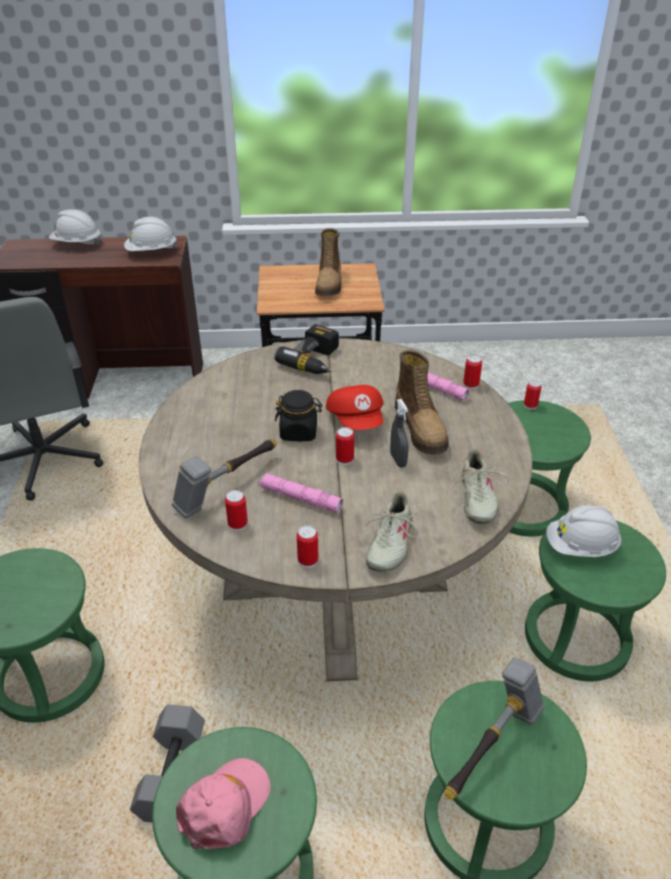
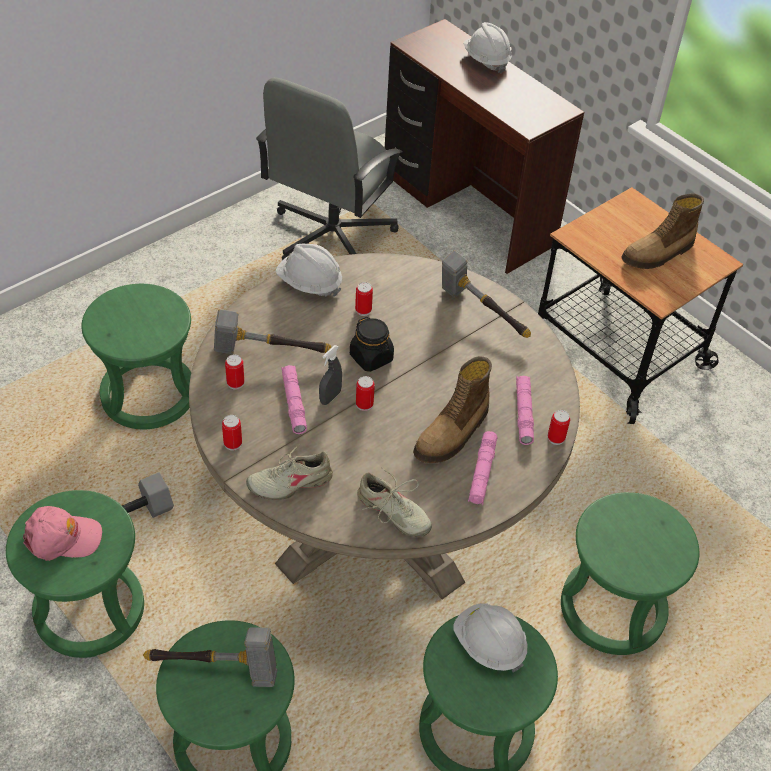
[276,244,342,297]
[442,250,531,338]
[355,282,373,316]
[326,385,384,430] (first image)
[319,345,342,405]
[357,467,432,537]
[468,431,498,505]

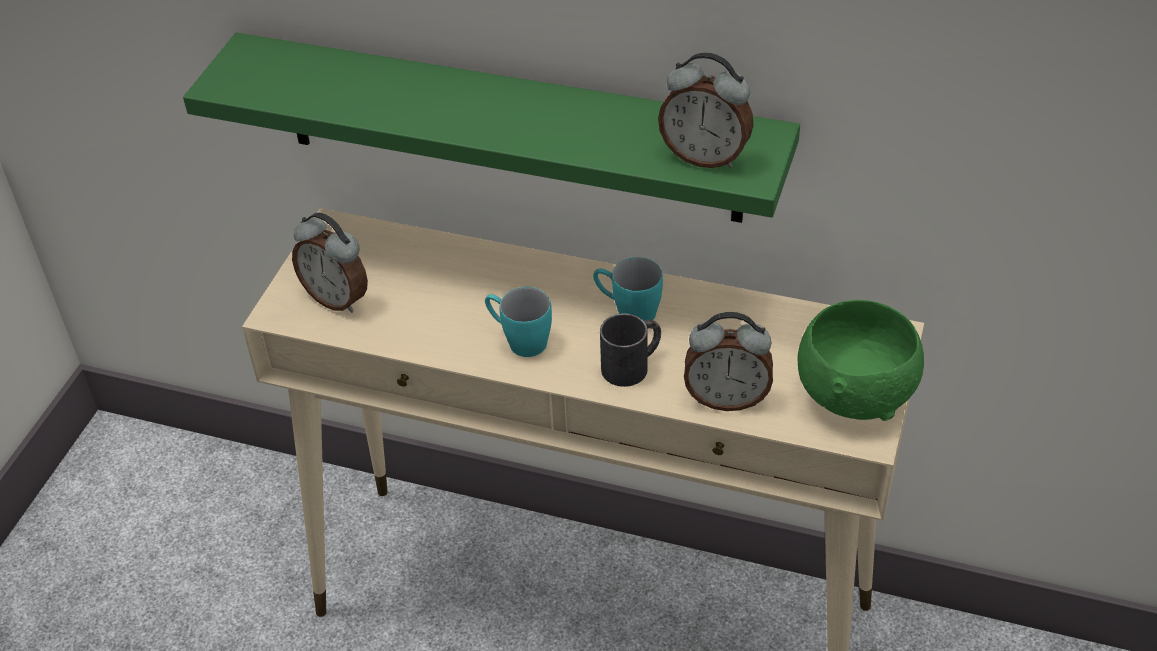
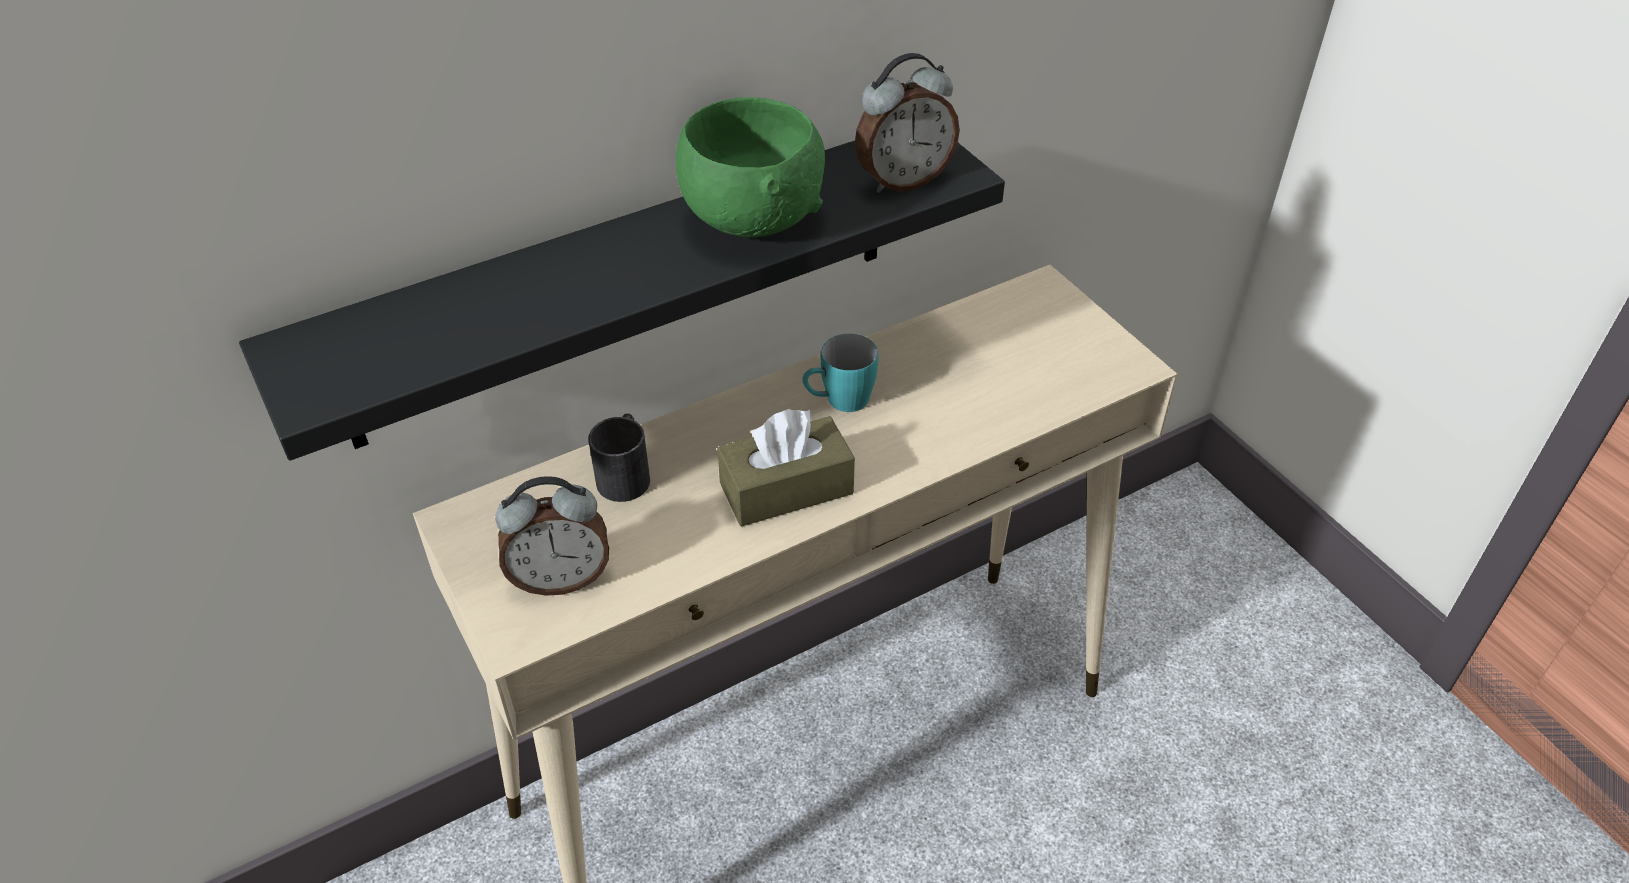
[239,141,1005,461]
[717,409,855,526]
[676,97,825,238]
[684,312,773,411] (first image)
[588,414,650,502]

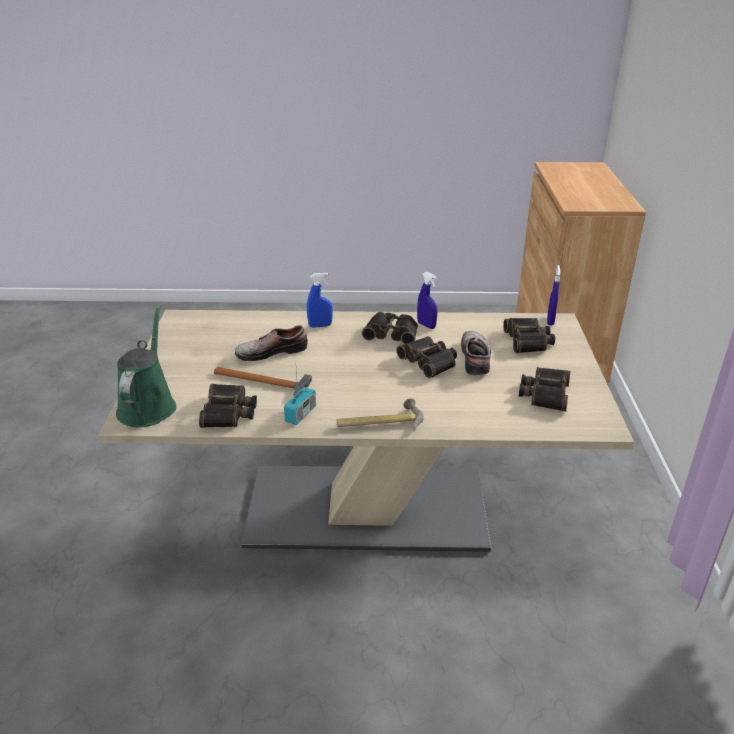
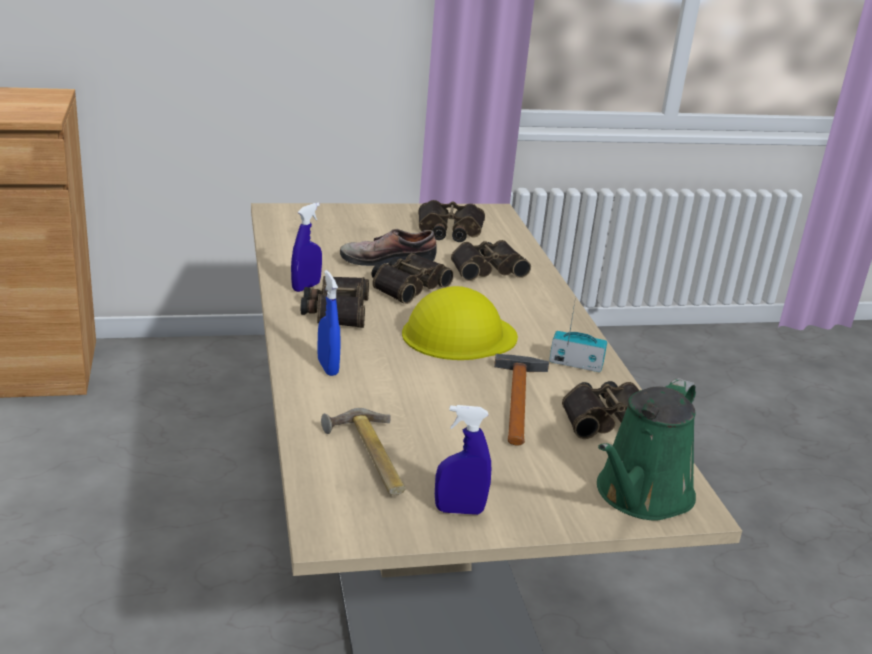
[435,405,491,515]
[597,378,696,521]
[451,240,531,281]
[235,325,308,361] (first image)
[321,408,406,495]
[402,286,518,360]

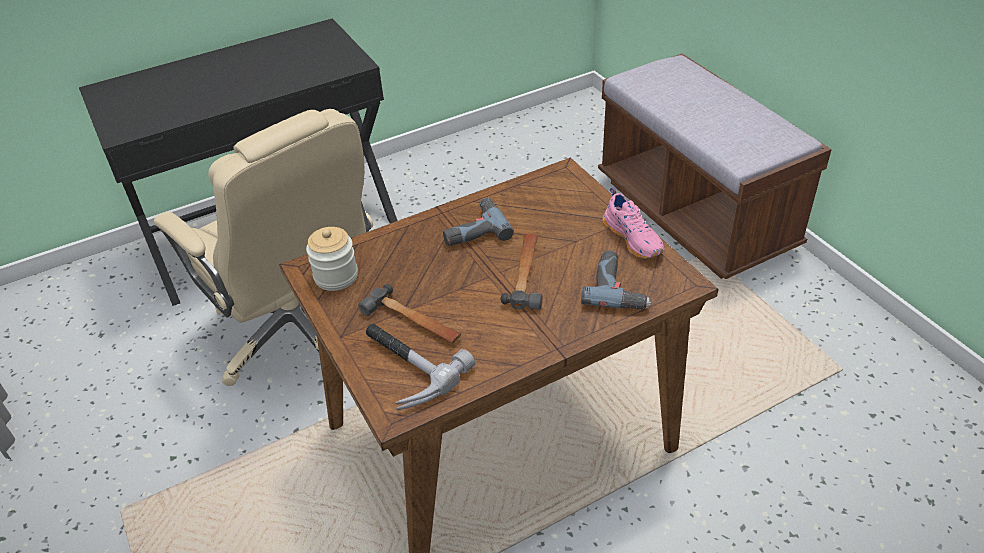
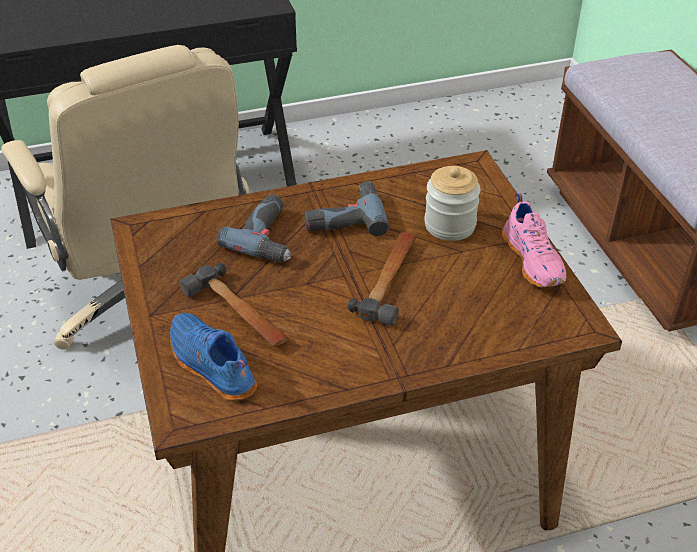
[424,166,481,241]
[217,194,291,263]
[170,313,257,401]

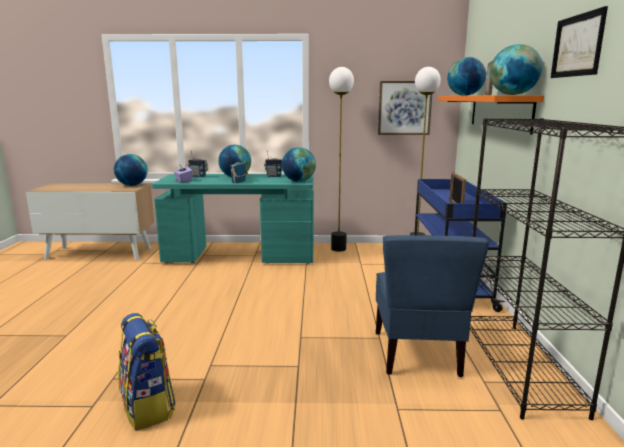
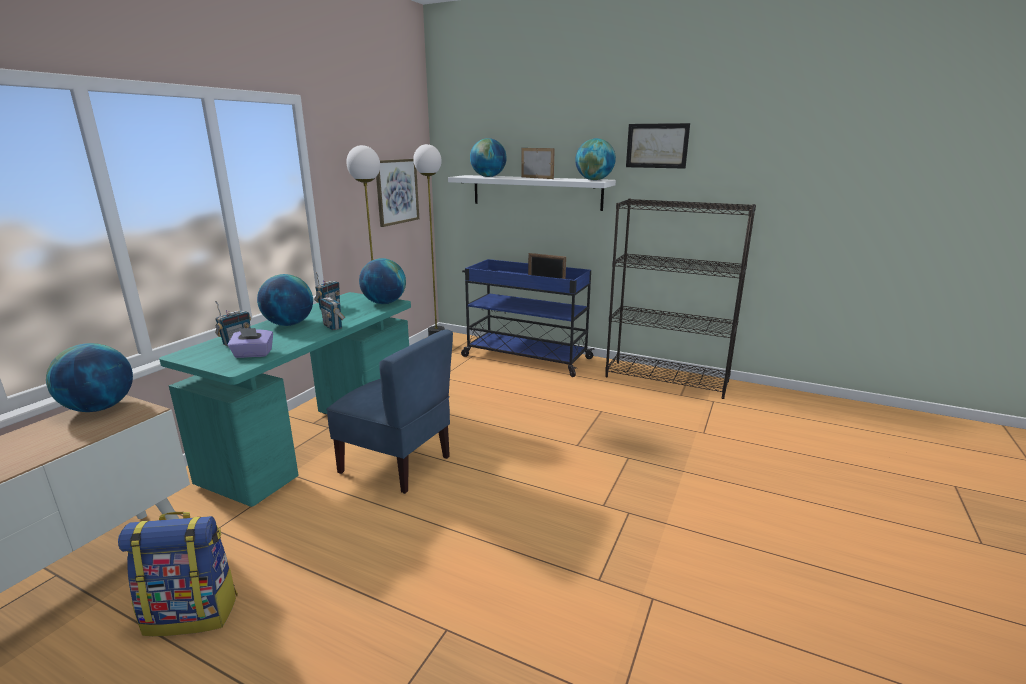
[448,175,616,211]
[326,329,453,494]
[118,512,238,636]

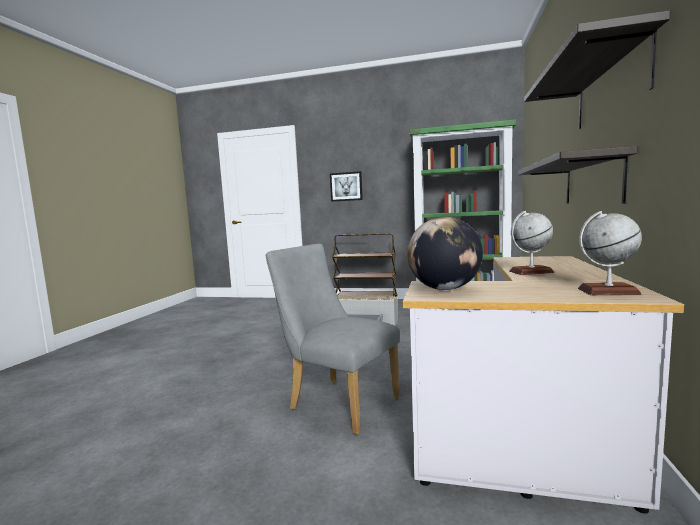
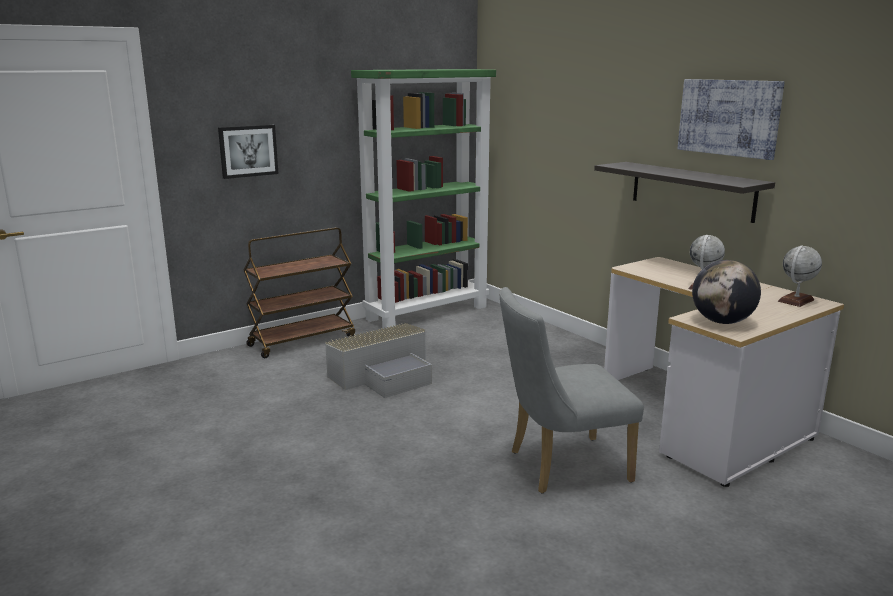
[678,79,785,160]

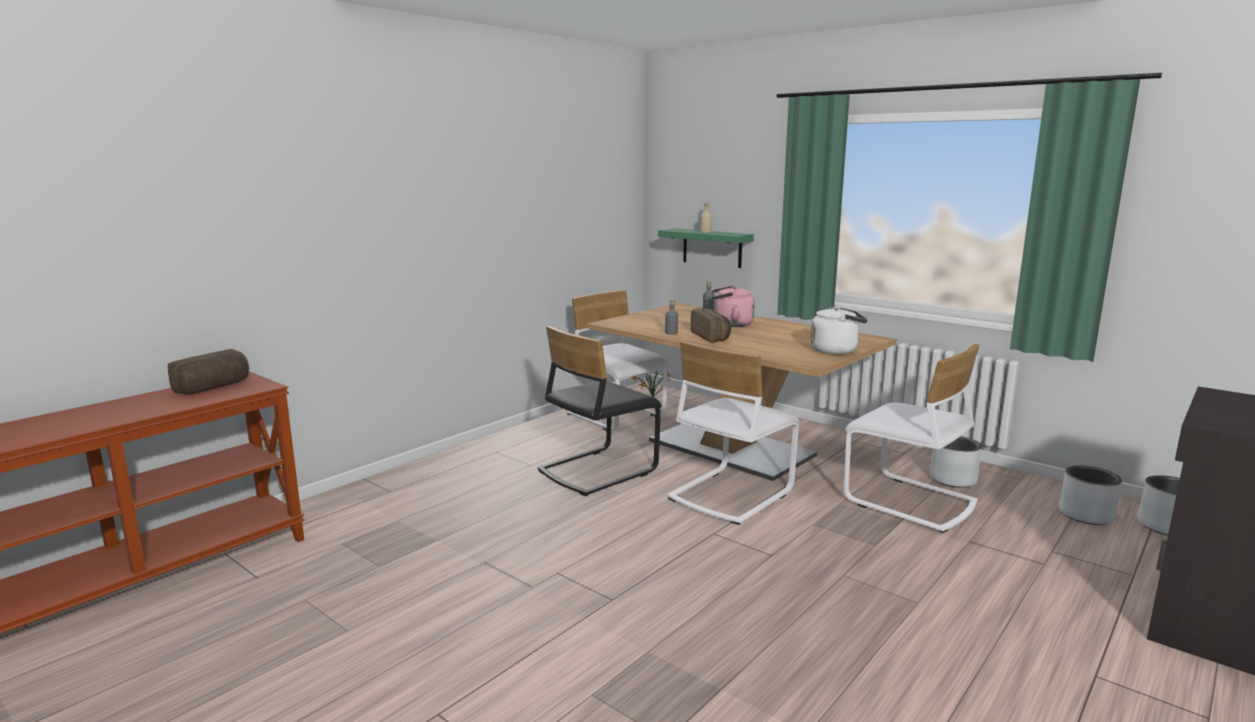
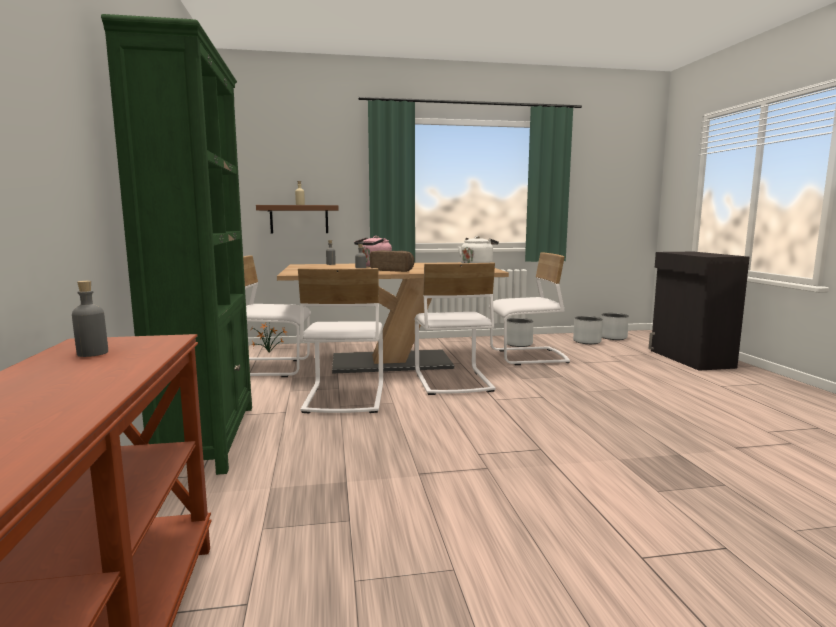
[256,205,339,233]
[298,268,383,413]
[72,281,108,357]
[101,14,252,475]

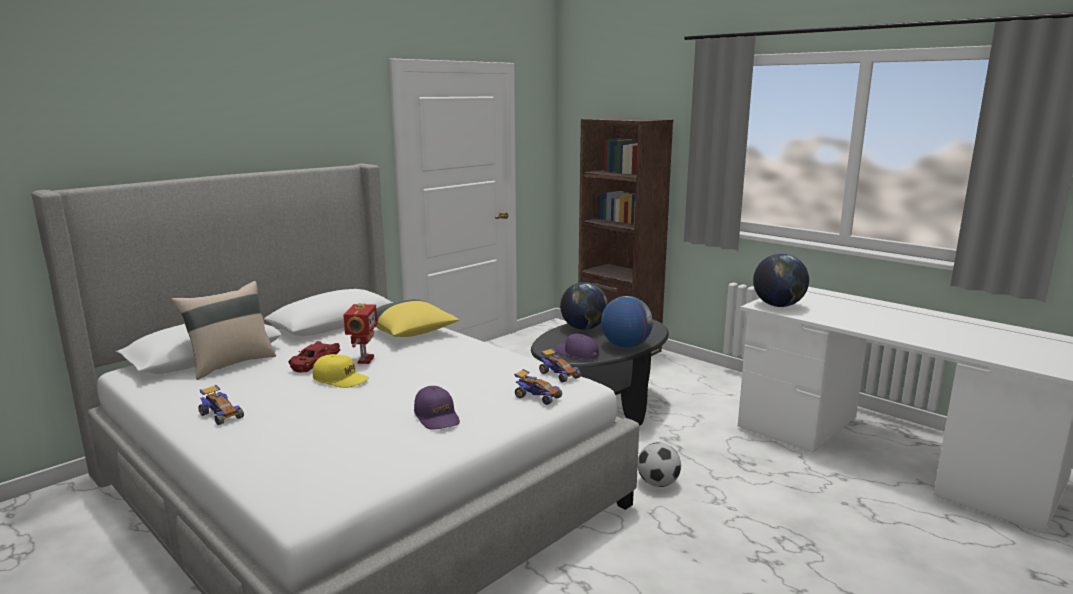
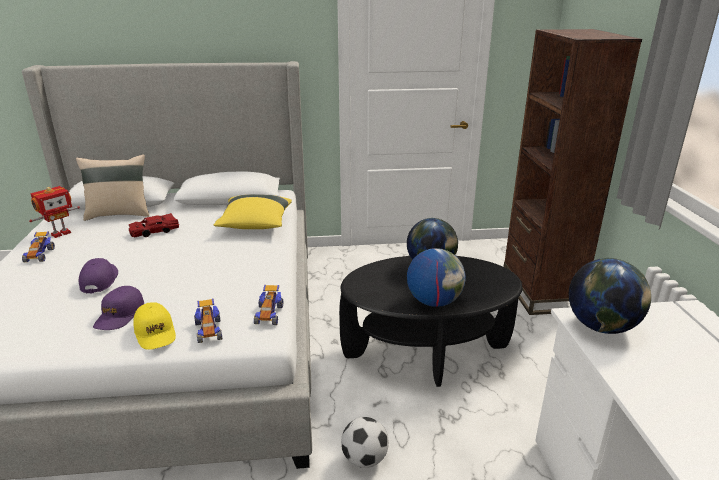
[29,186,80,238]
[79,258,118,294]
[133,302,176,350]

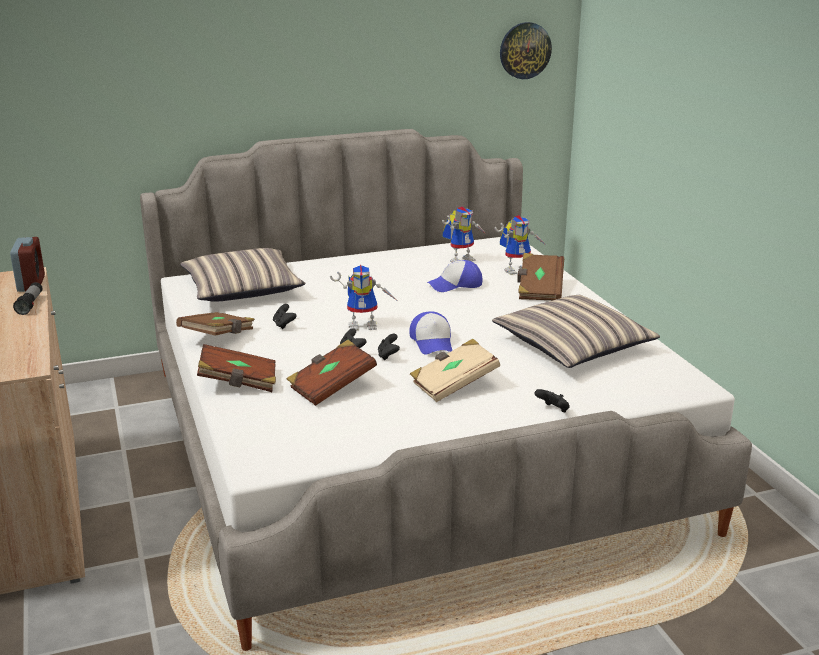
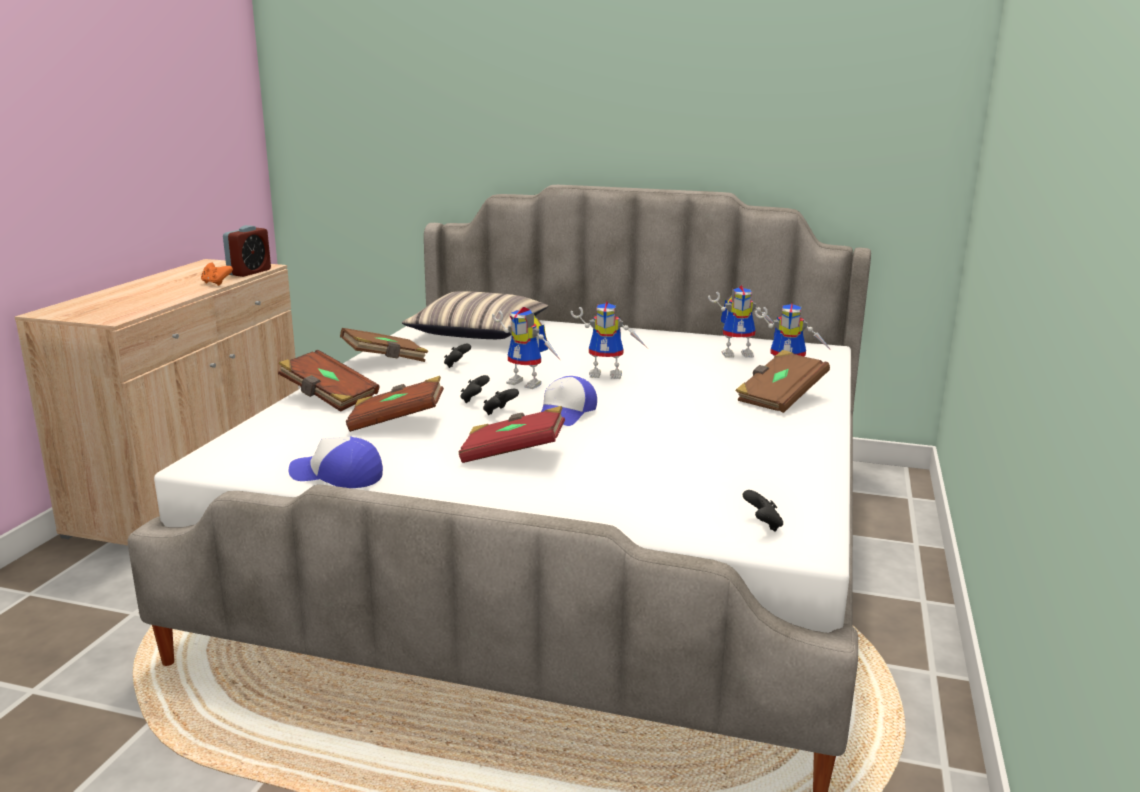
[500,22,552,79] (first image)
[289,436,383,488]
[201,263,233,286]
[492,295,660,368] (first image)
[459,406,565,463]
[743,490,783,532]
[570,301,646,379]

